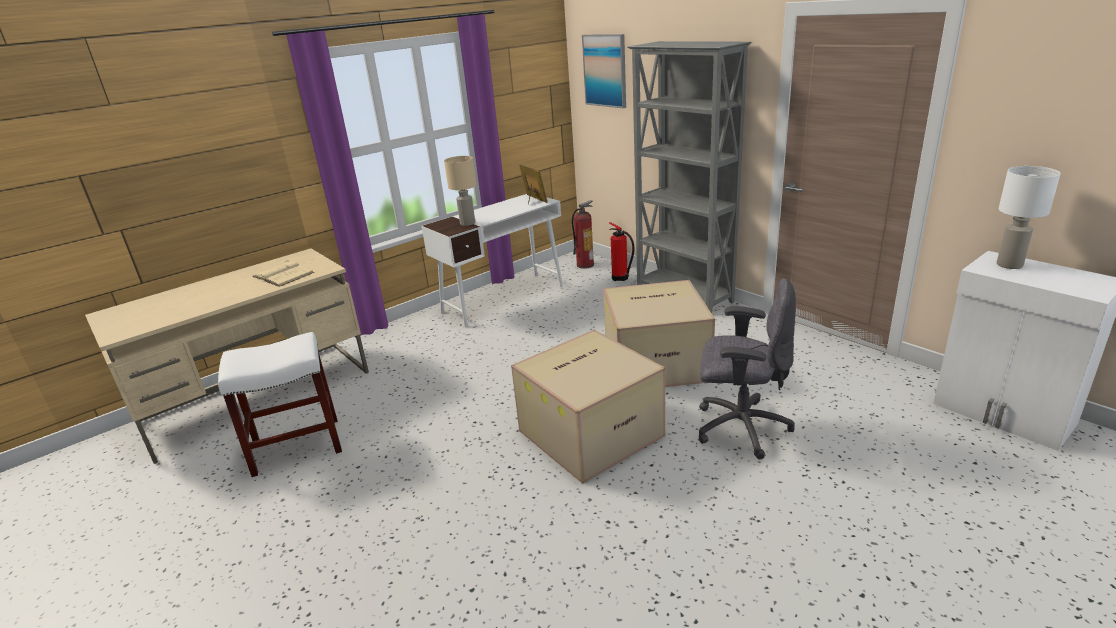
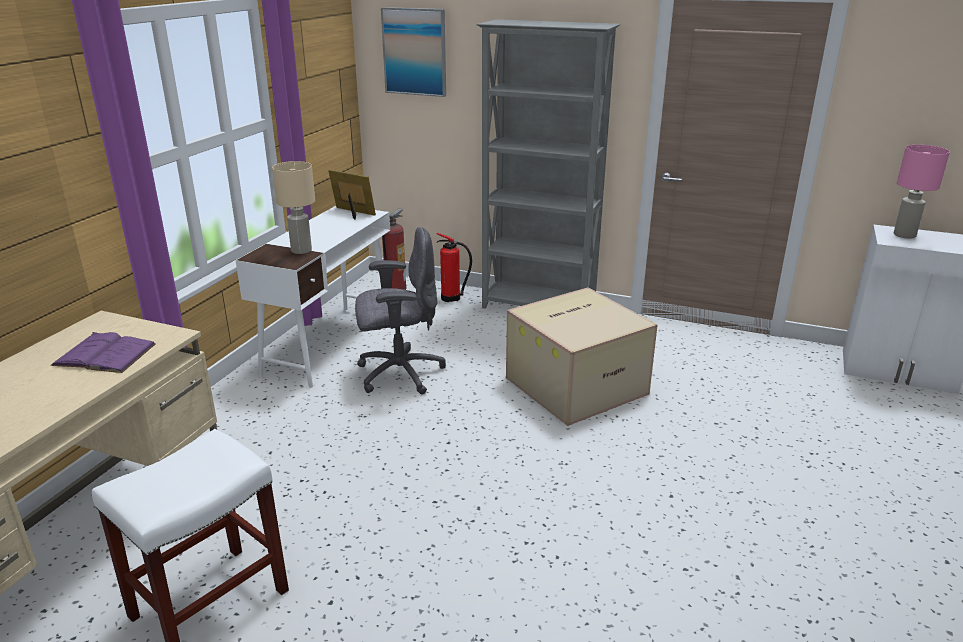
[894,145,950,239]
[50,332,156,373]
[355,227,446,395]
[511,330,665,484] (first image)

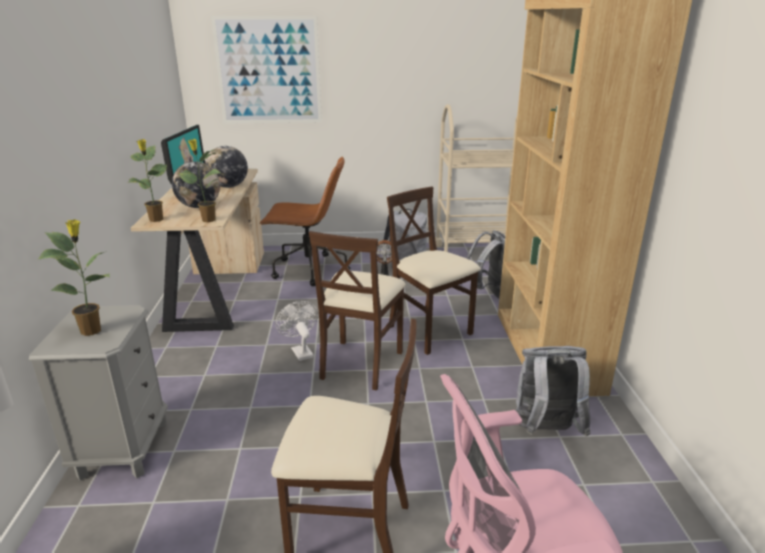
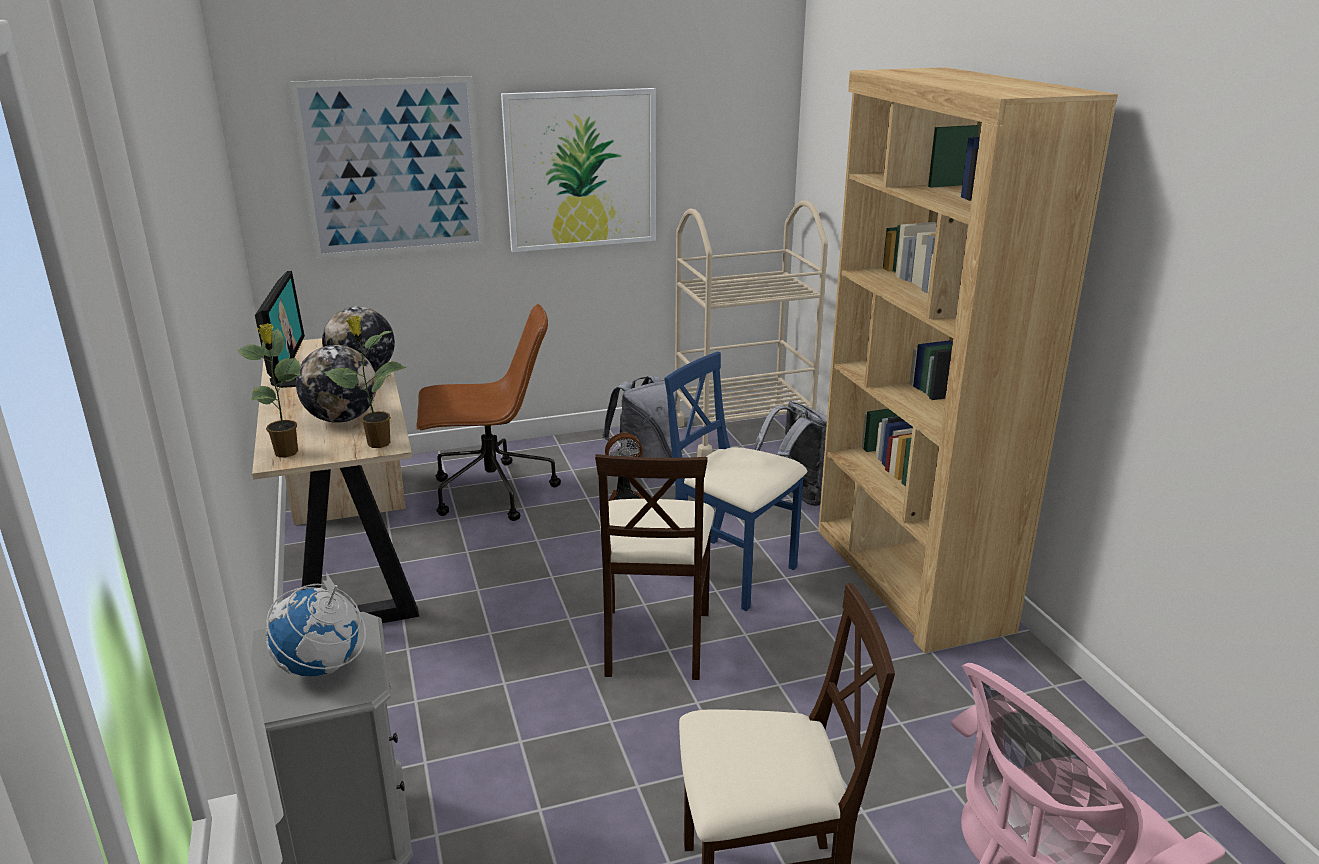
[664,352,808,611]
[266,572,366,676]
[276,301,318,361] (first image)
[515,346,591,436] (first image)
[501,88,656,252]

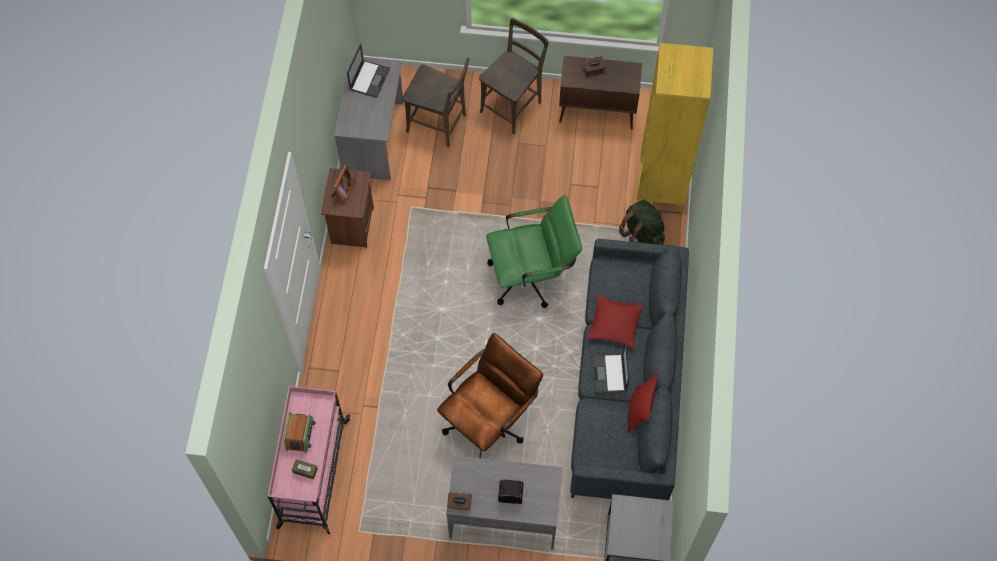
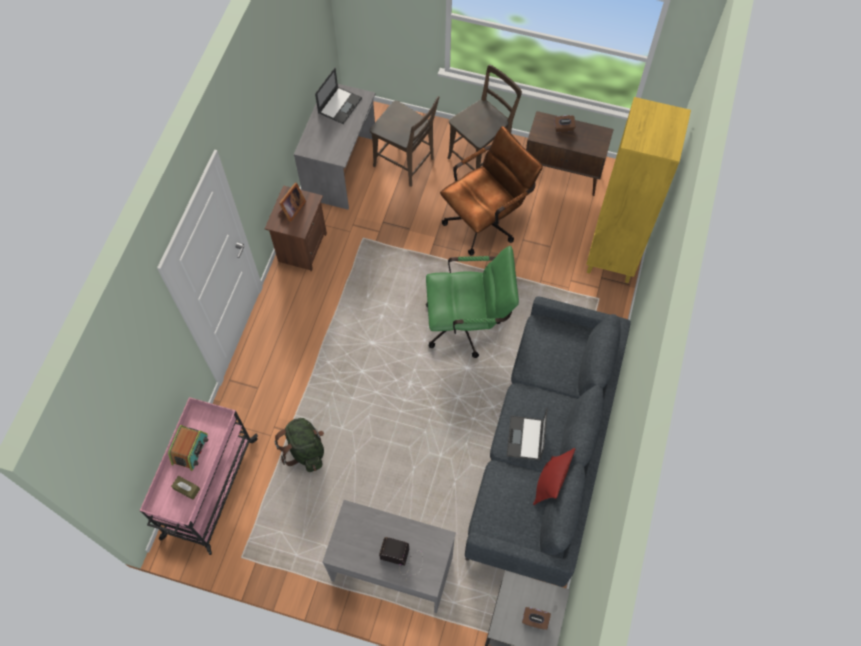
[274,418,324,472]
[587,295,643,349] (first image)
[440,126,543,255]
[522,607,551,630]

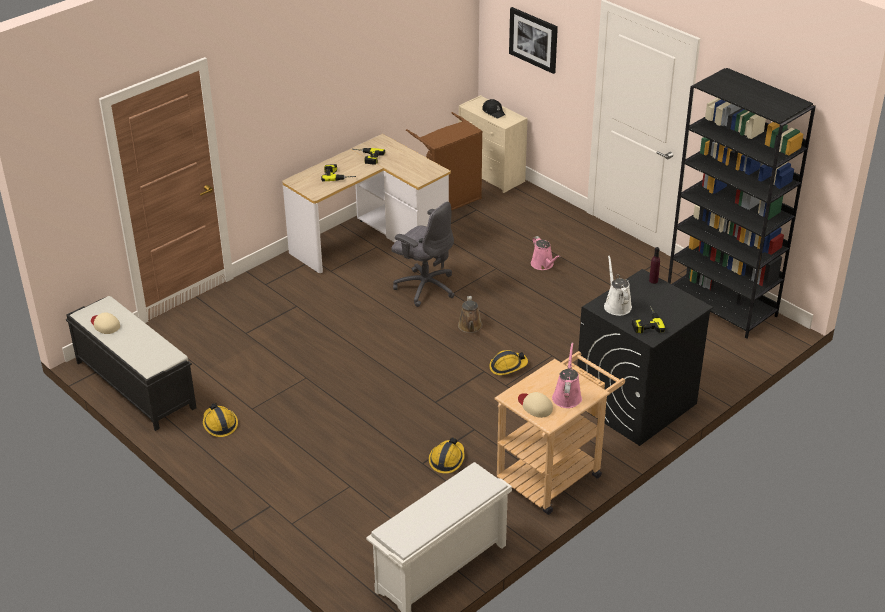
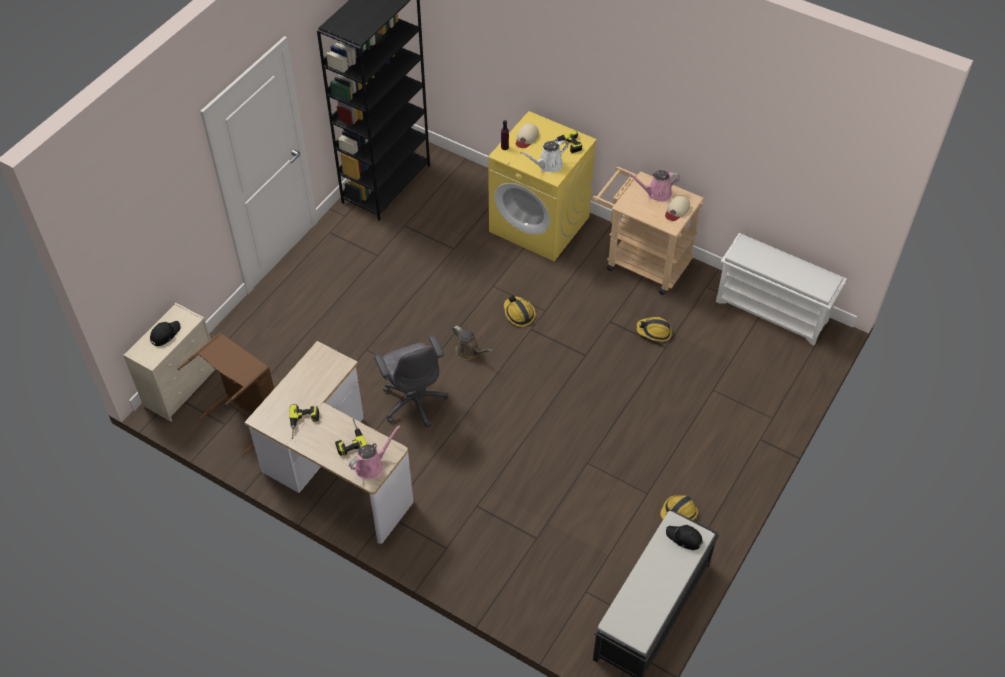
[509,7,558,74] (first image)
[374,335,448,427]
[349,426,400,479]
[488,111,597,261]
[452,326,492,360]
[516,123,539,148]
[666,525,703,550]

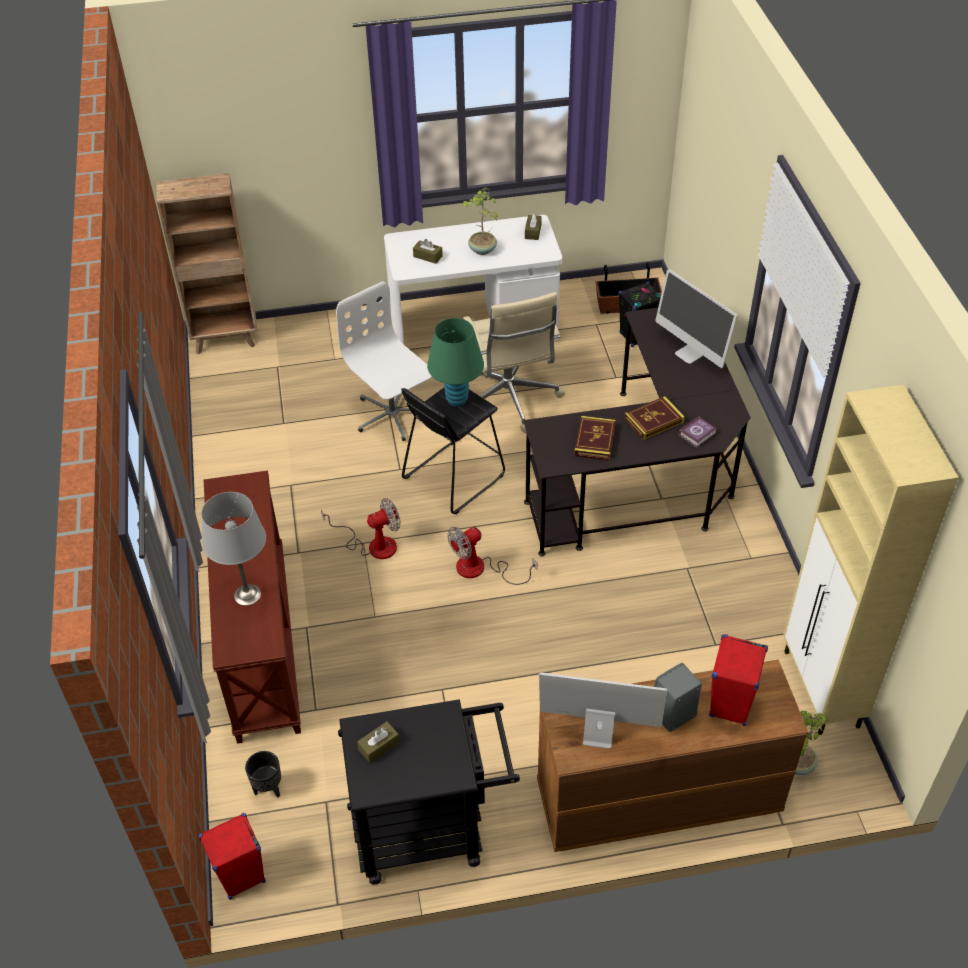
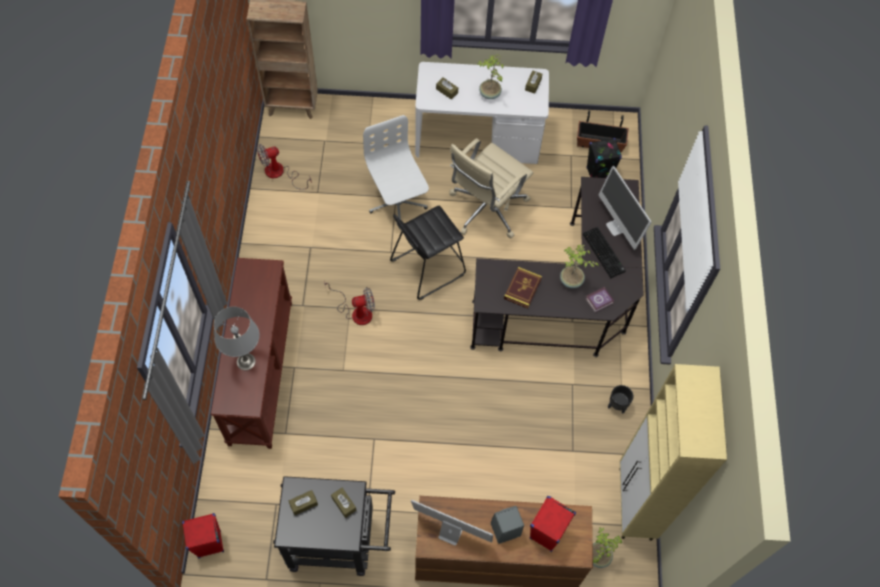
[449,138,533,239]
[427,318,484,407] (first image)
[560,245,599,288]
[257,144,312,190]
[608,385,633,413]
[583,227,626,278]
[331,488,356,518]

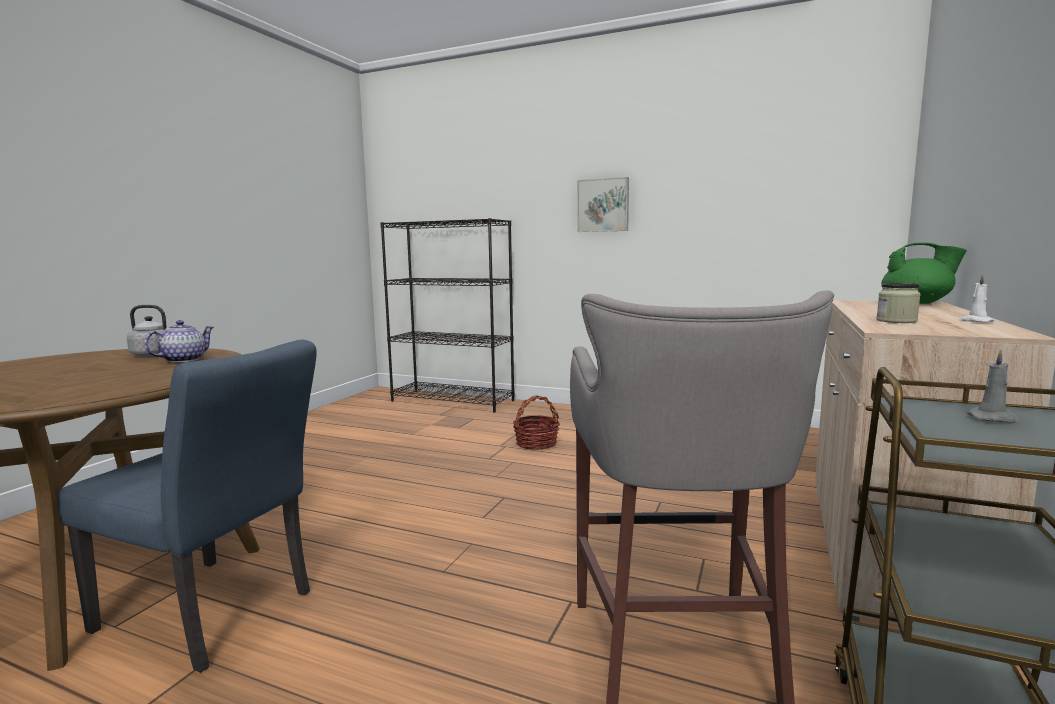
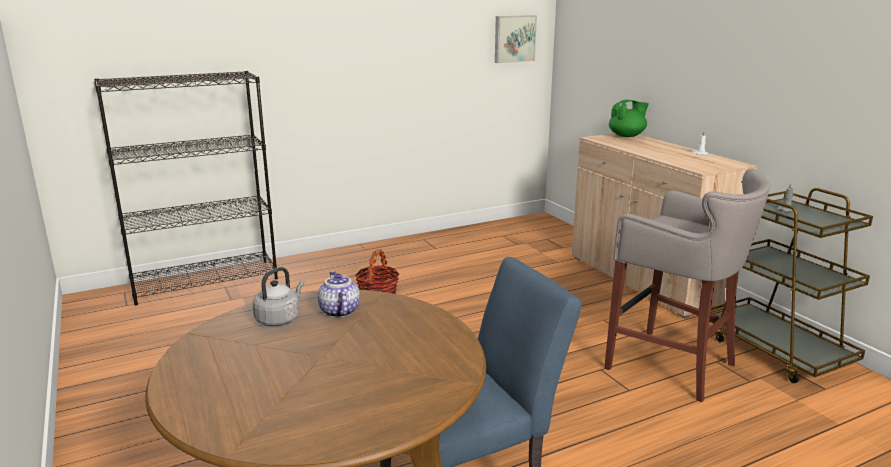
[495,15,537,63]
[876,283,921,323] (first image)

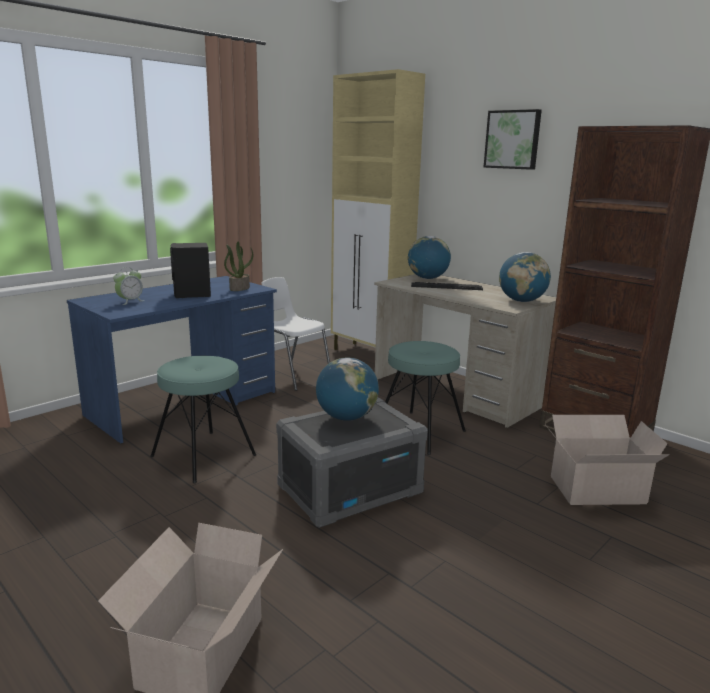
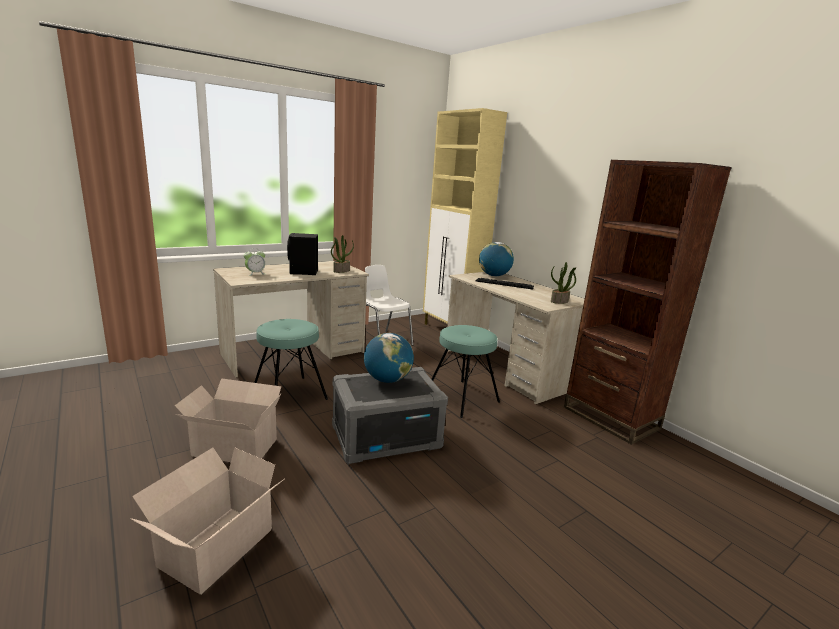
[483,109,542,170] (first image)
[551,262,576,304]
[213,261,369,378]
[175,378,281,462]

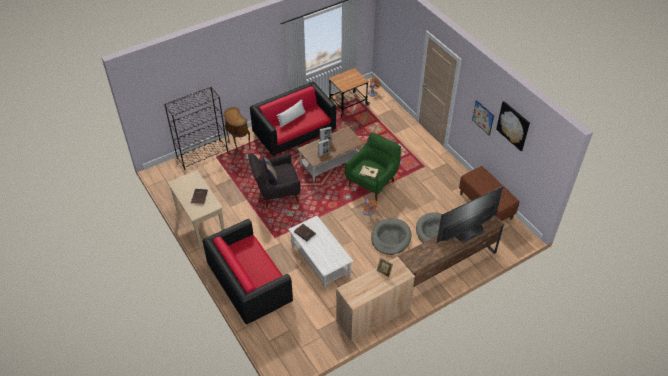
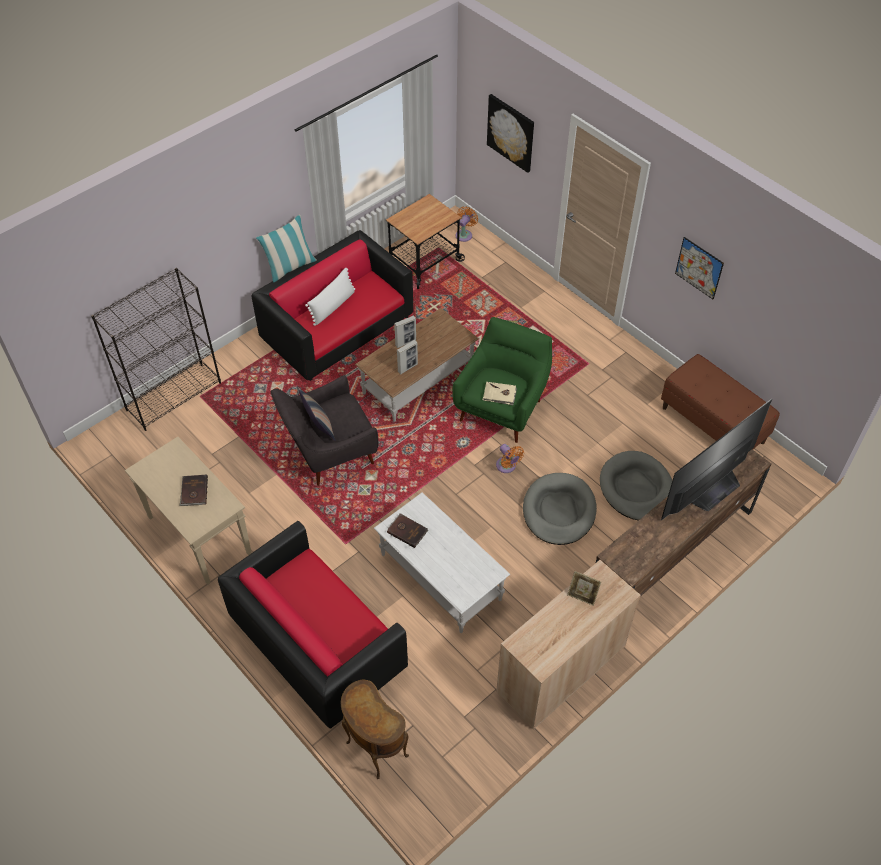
[487,94,534,173]
[341,680,409,779]
[256,215,317,283]

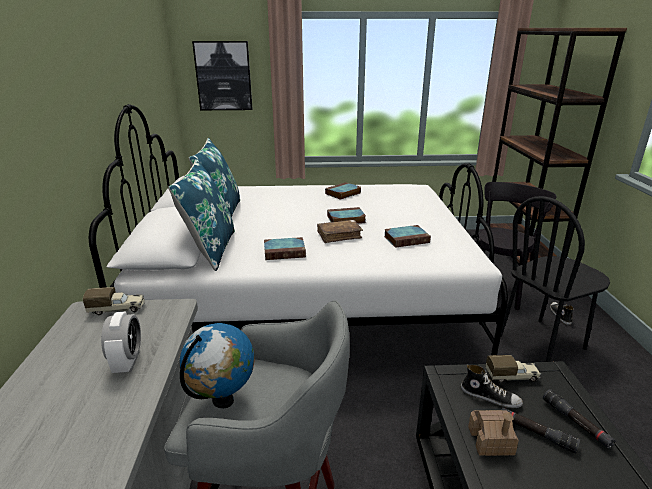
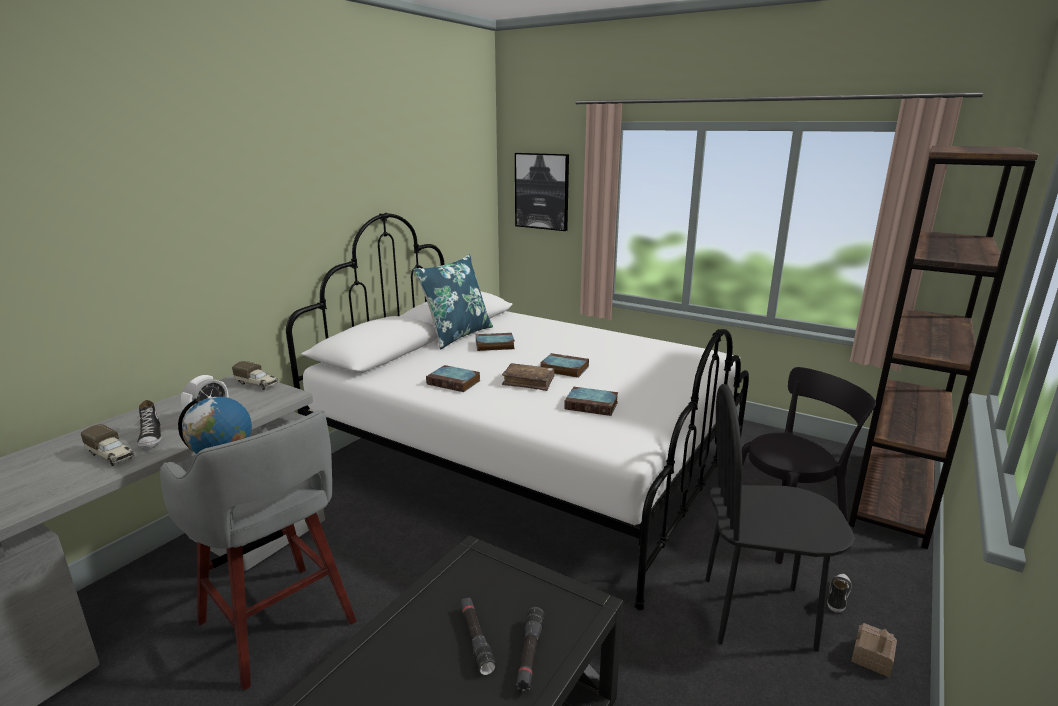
[168,159,235,271] (first image)
[476,333,515,351]
[81,424,135,466]
[137,400,162,449]
[852,623,897,678]

